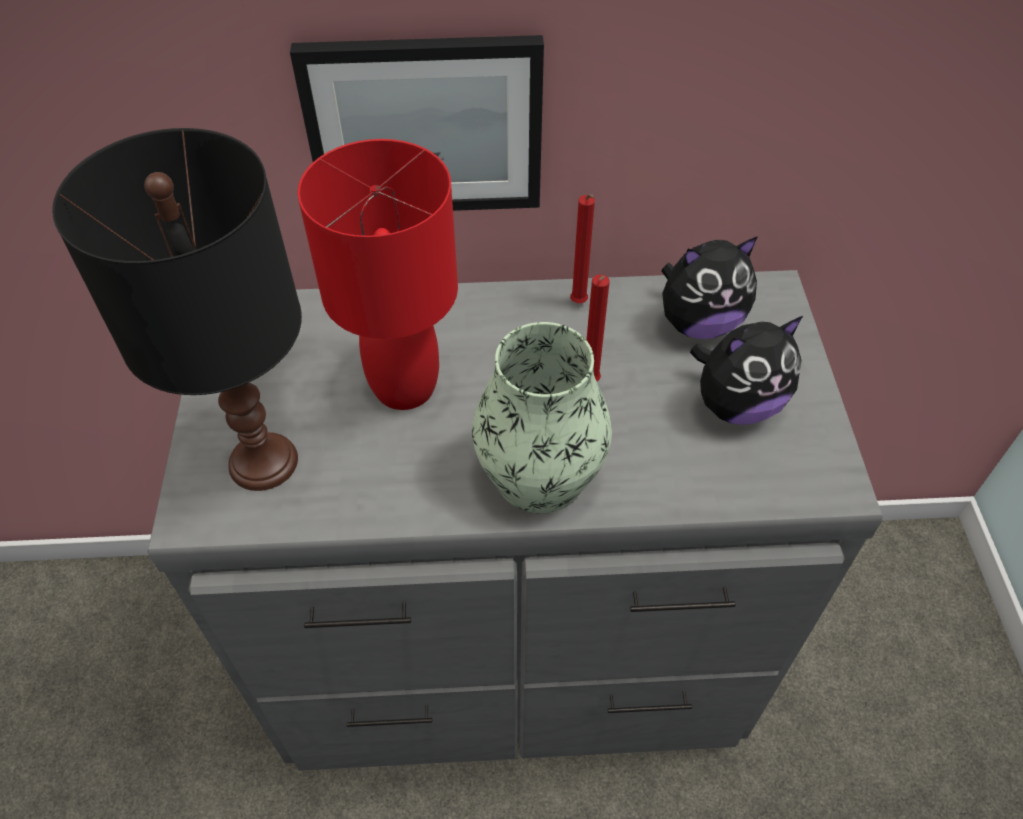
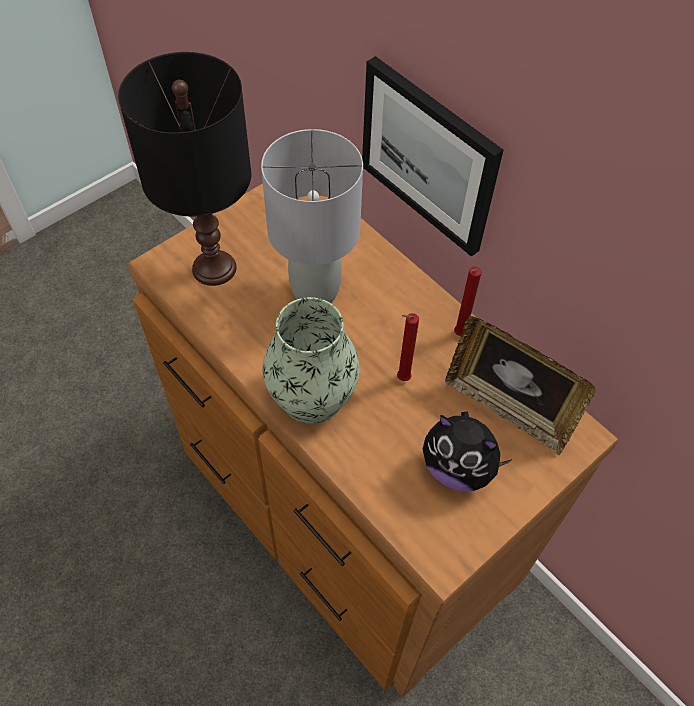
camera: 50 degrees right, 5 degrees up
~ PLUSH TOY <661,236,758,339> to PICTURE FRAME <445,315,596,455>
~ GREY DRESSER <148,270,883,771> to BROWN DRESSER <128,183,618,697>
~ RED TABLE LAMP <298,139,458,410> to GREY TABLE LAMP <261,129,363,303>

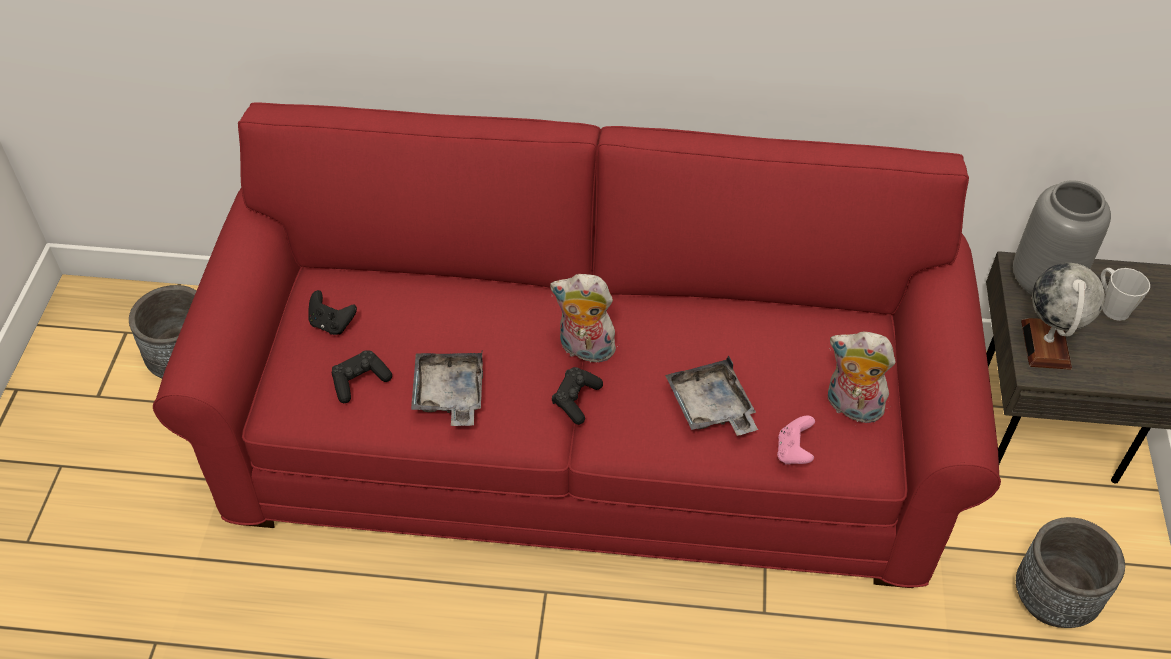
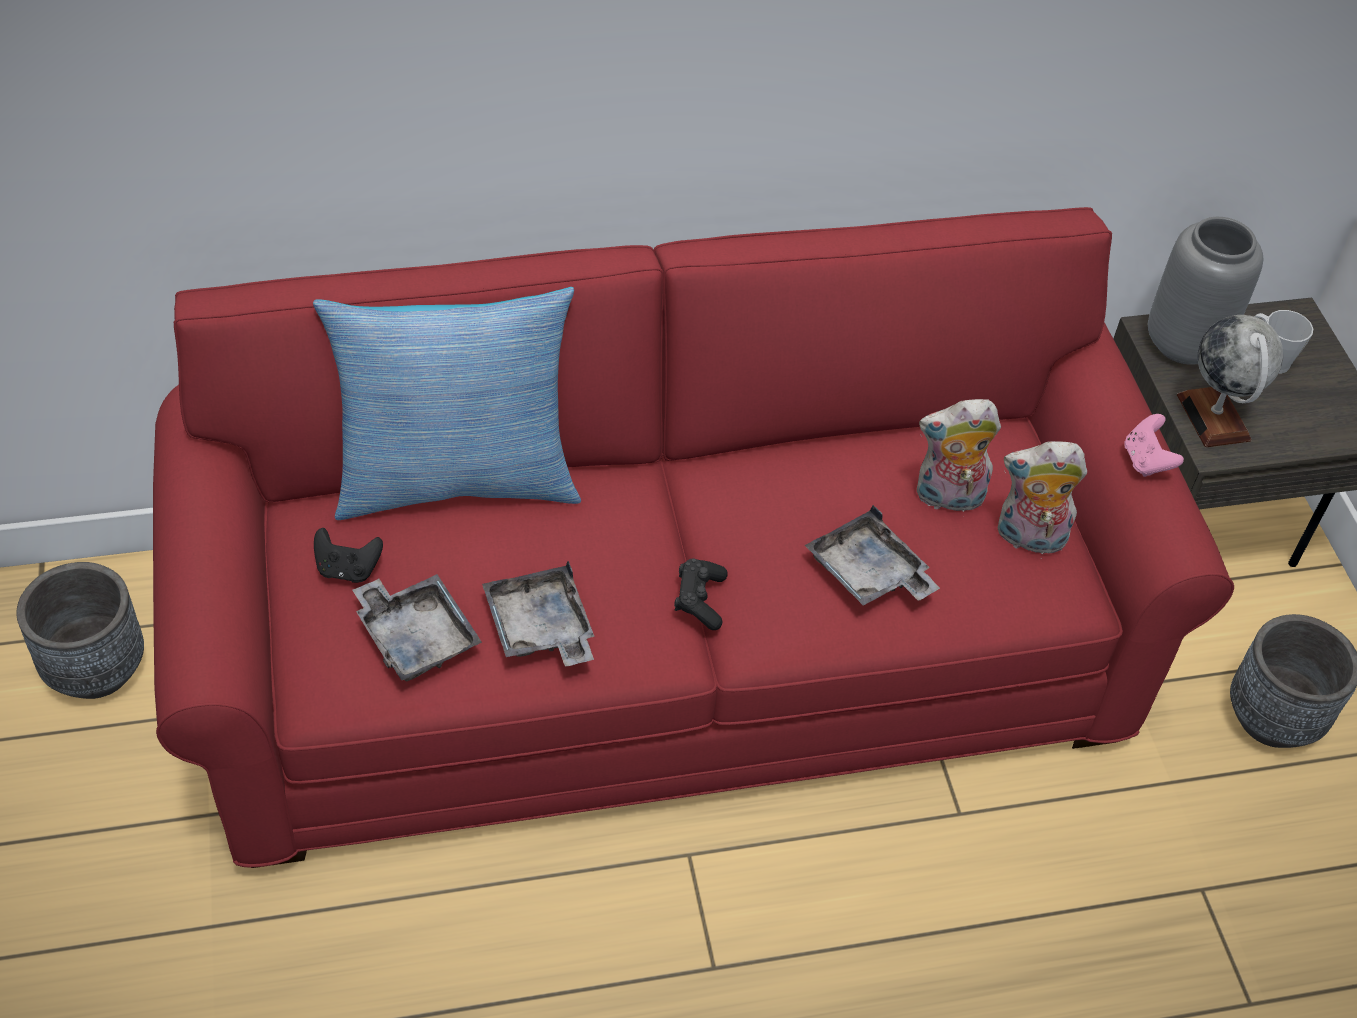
camera: 20 degrees left, 0 degrees up
+ PILLOW <313,287,581,520>
~ PLUSH TOY <550,274,618,363> to <917,399,1001,512>
~ PINK GAME CONTROLLER <777,415,815,465> to <1124,414,1184,477>
~ BLACK GAME CONTROLLER <332,350,392,403> to GREY TRAY <352,574,482,682>

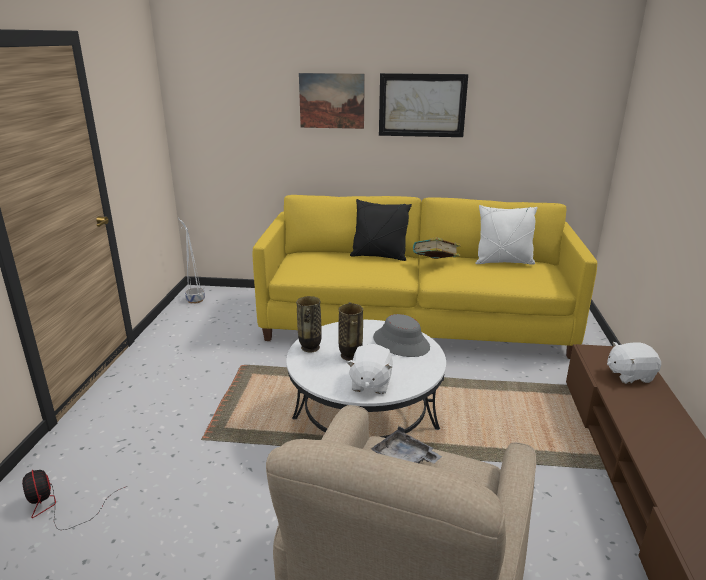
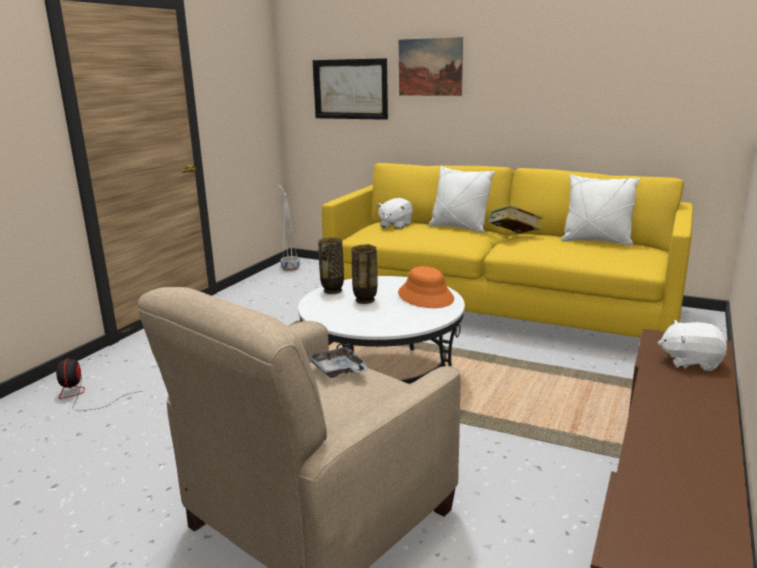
camera: 20 degrees right, 5 degrees down
~ WHITE PLUSH TOY <347,344,393,394> to <377,198,413,229>
~ PICTURE <379,73,468,137> to <313,58,388,120>
~ BLACK PILLOW <350,199,412,261> to WHITE PILLOW <429,166,495,233>
~ GREY HAT <373,314,430,357> to ORANGE HAT <398,266,454,308>

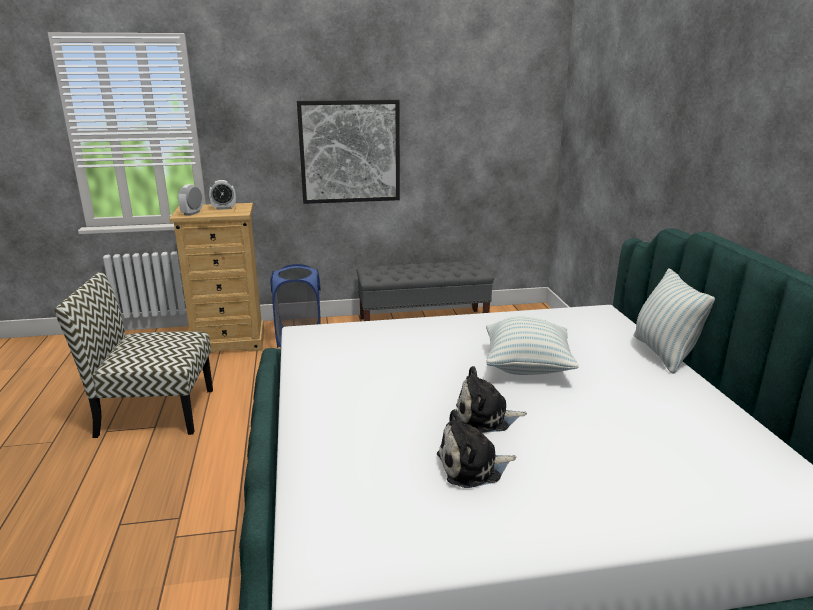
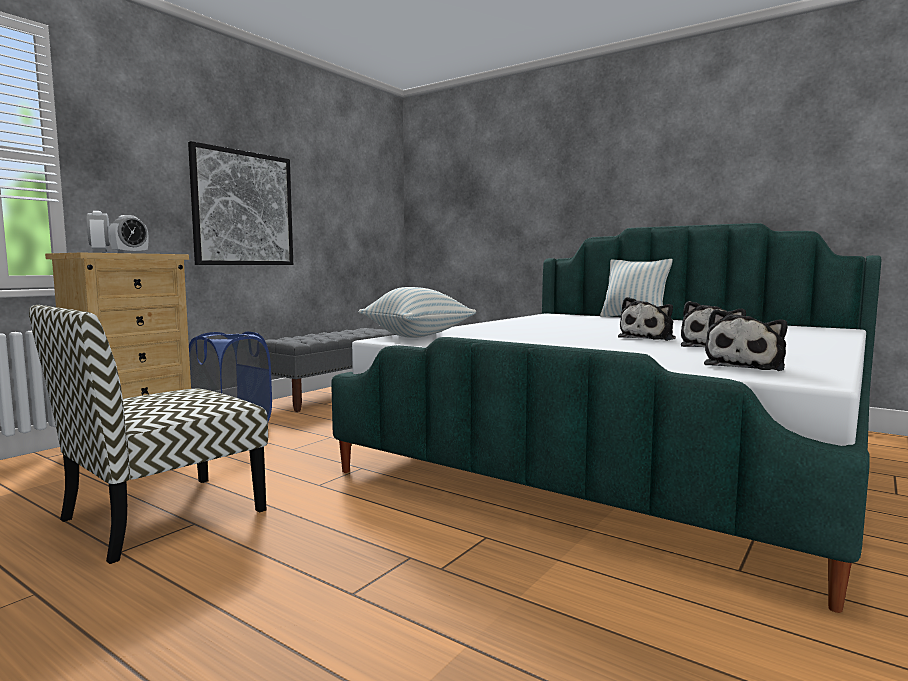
camera: 45 degrees left, 15 degrees down
+ PLUSH TOY <704,309,788,371>
~ PILLOW <486,316,579,375> to <359,287,476,338>

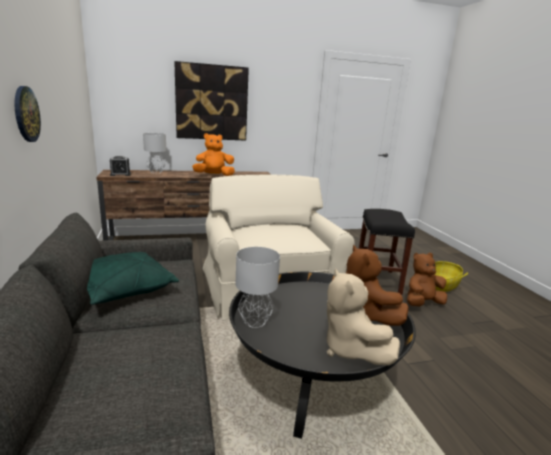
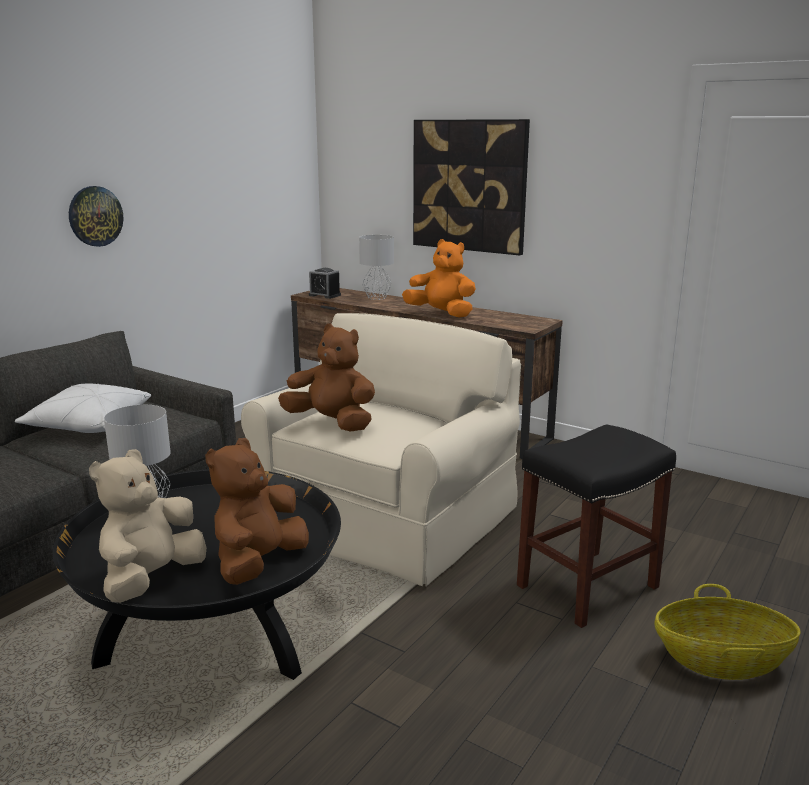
camera: 50 degrees right, 0 degrees up
~ BROWN PLUSH TOY <407,253,447,306> to <278,324,375,432>
~ GREEN PILLOW <87,252,179,305> to WHITE PILLOW <15,384,151,433>

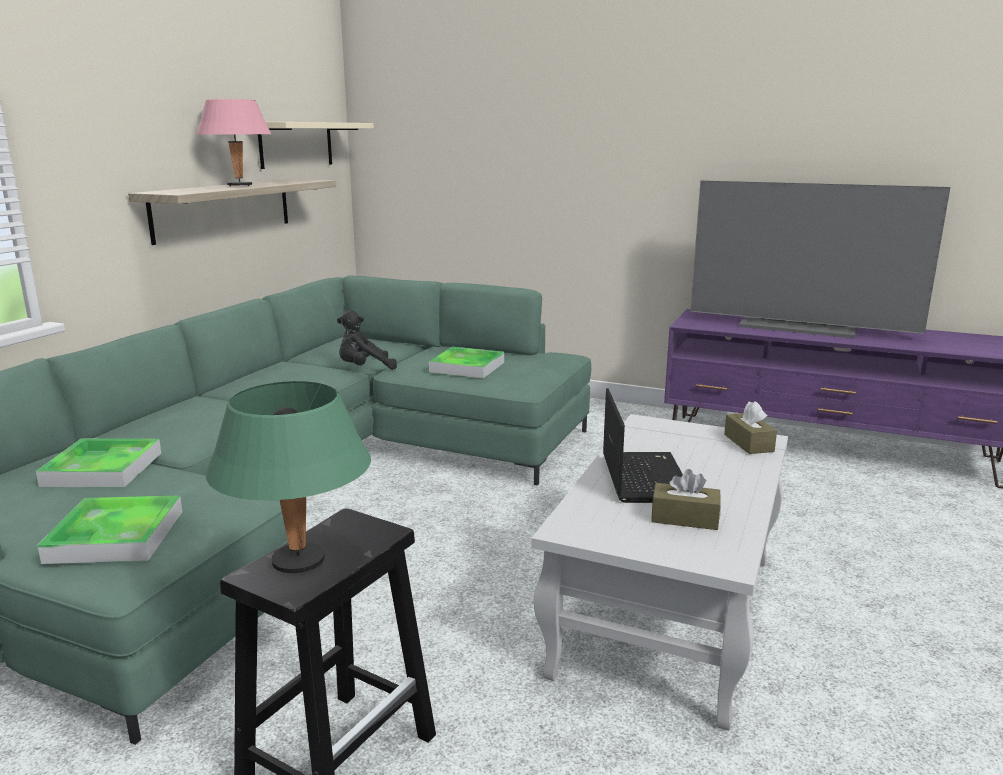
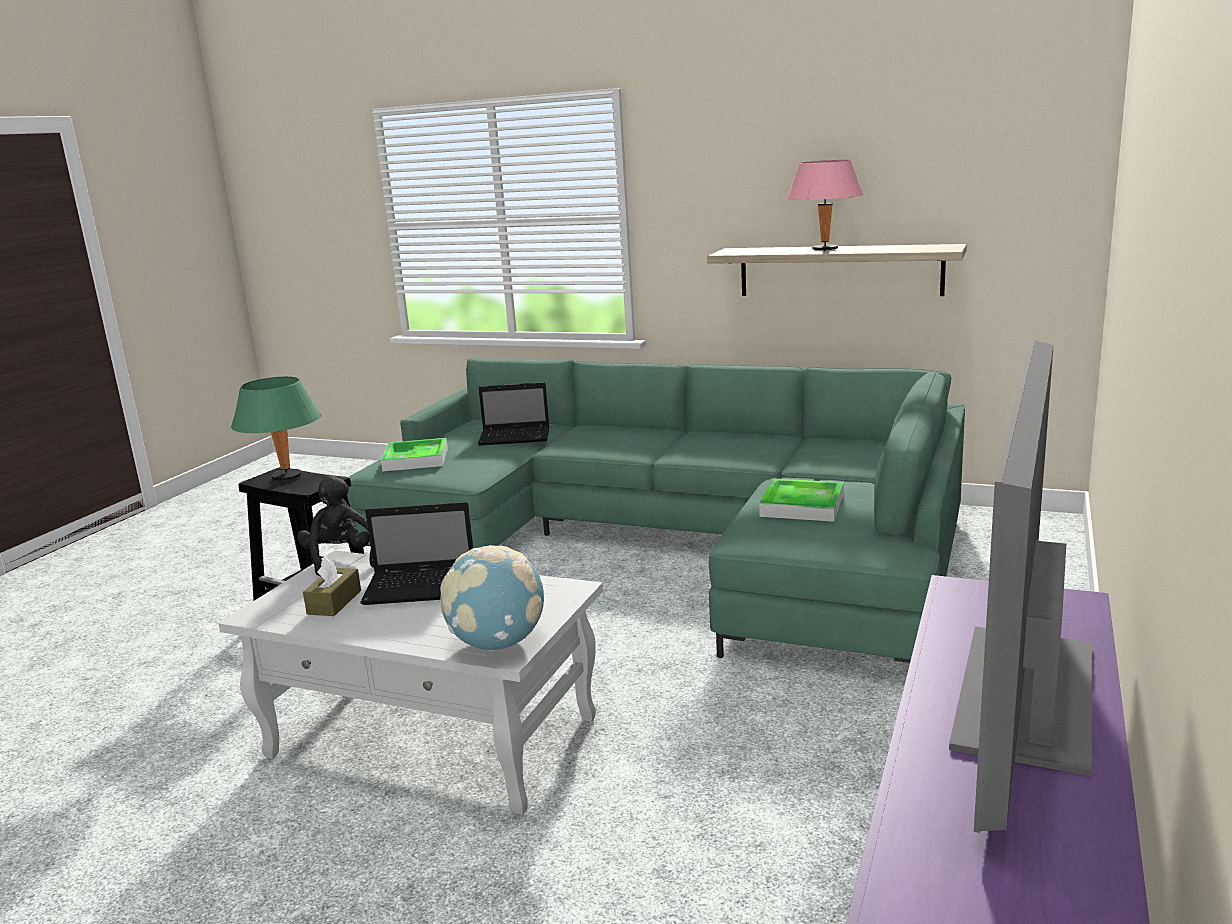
camera: 90 degrees right, 0 degrees up
- BEIGE SHELF <258,122,374,169>
~ BLACK PLUSH TOY <337,310,397,370> to <297,476,374,576>
~ TRAY <36,439,161,487> to LAPTOP <478,382,550,446>
~ BROWN TISSUE BOX <724,401,777,454> to GLOBE <440,545,544,651>

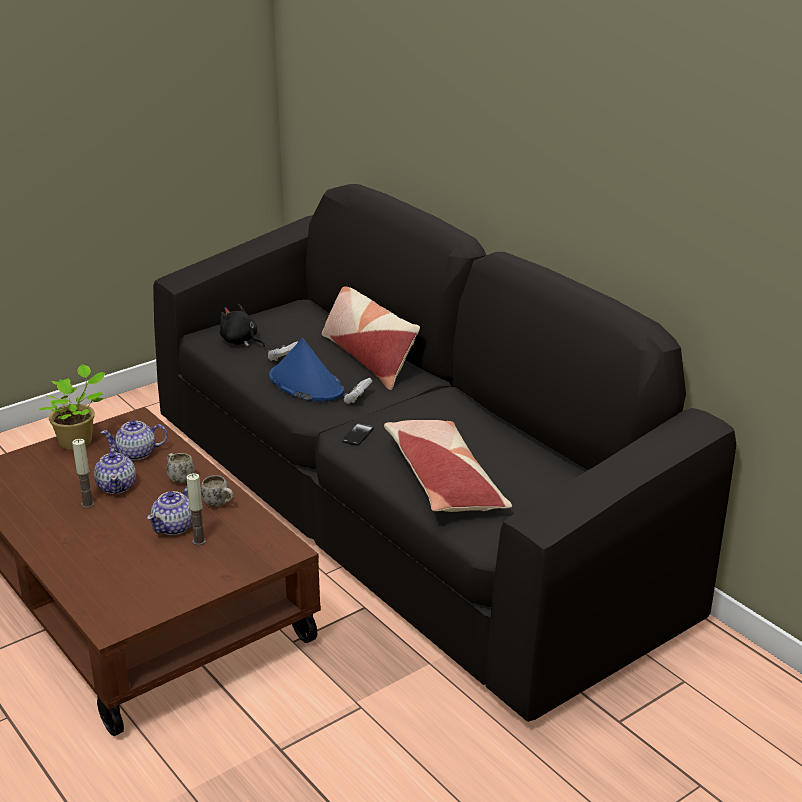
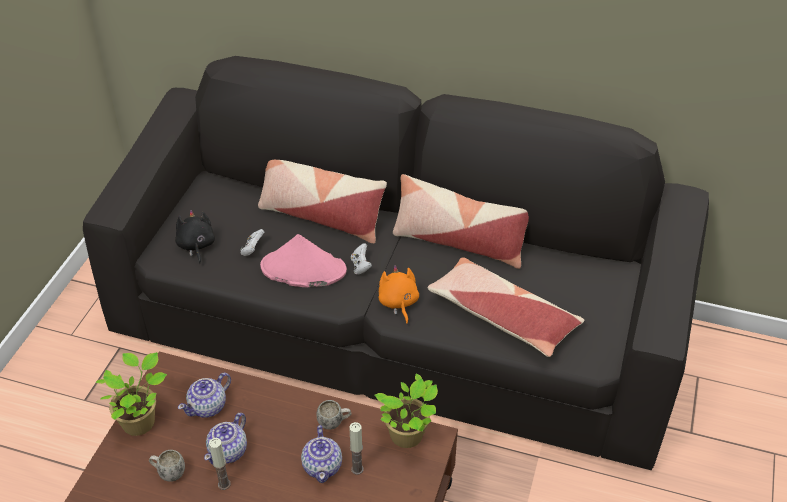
camera: 35 degrees left, 15 degrees up
+ POTTED PLANT <375,373,438,448>
+ PILLOW <393,174,529,269>
~ WHITE MUG <167,453,194,483> to <149,450,185,482>
~ PHONE <342,423,374,446> to ORANGE PLUSH TOY <379,265,419,324>
~ BLUE HAT <269,338,344,401> to PINK HAT <260,234,347,287>
~ TEAPOT <94,446,136,494> = <204,413,247,465> 75 degrees clockwise
~ BLACK PLUSH TOY <220,304,265,347> = <175,210,215,264> 75 degrees clockwise

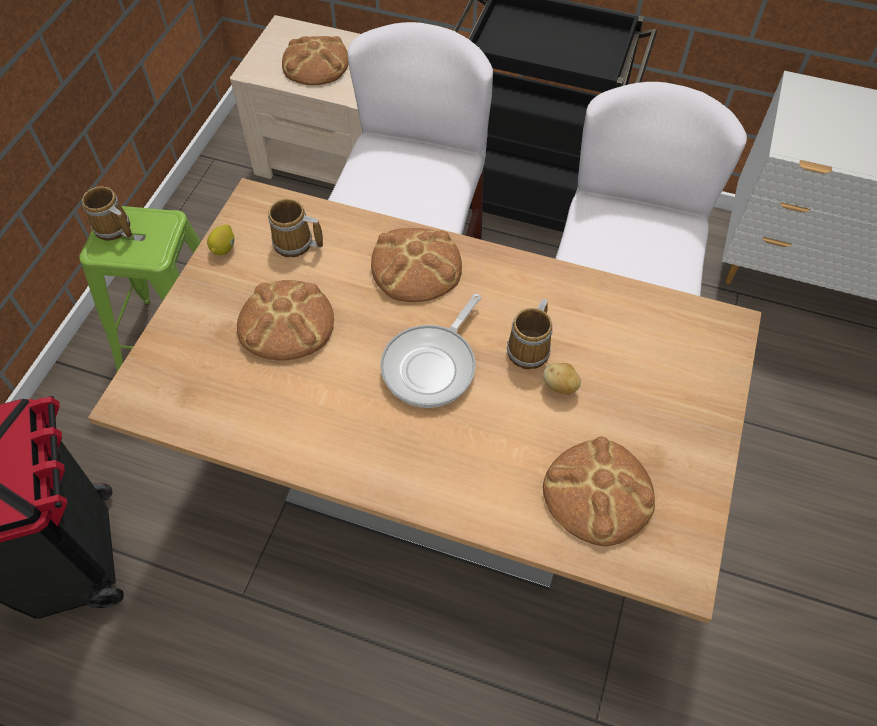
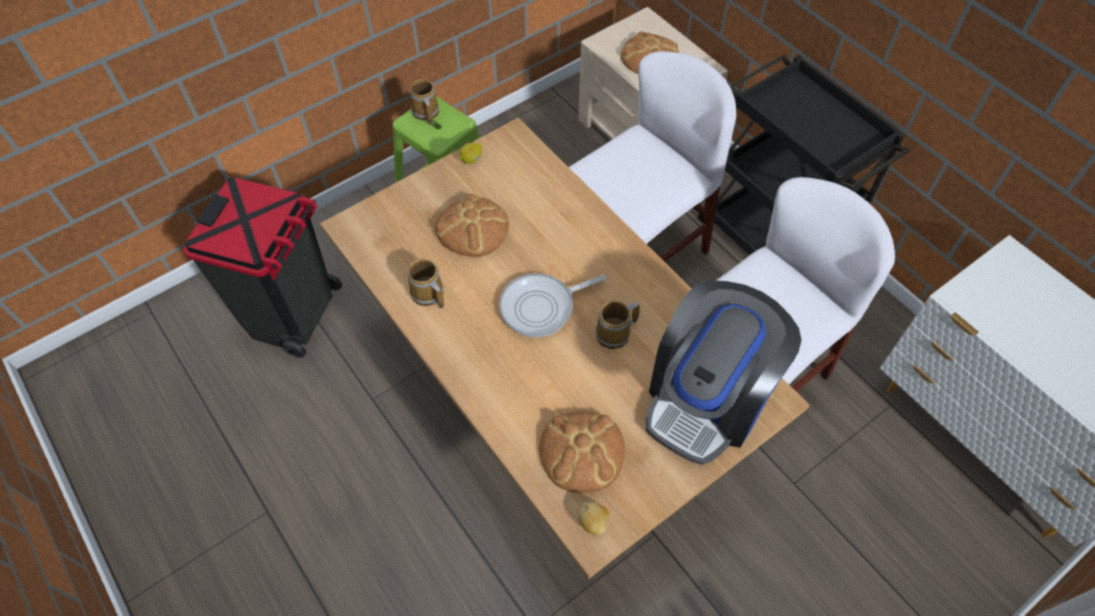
camera: 35 degrees right, 0 degrees up
- BREAD <371,228,462,302>
+ COFFEE MACHINE <646,280,802,465>
~ MUG <268,198,323,257> to <407,259,444,308>
~ POTATO <543,363,581,394> to <578,501,609,535>

